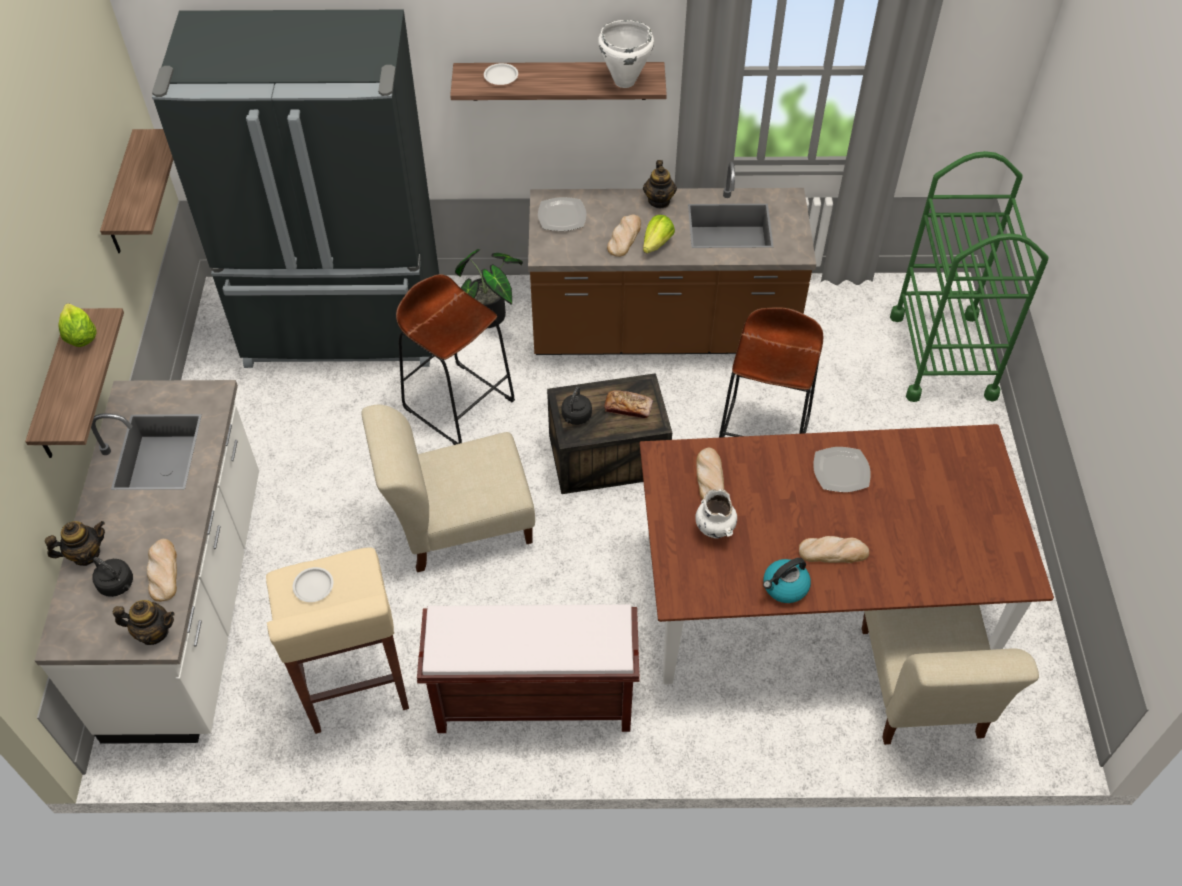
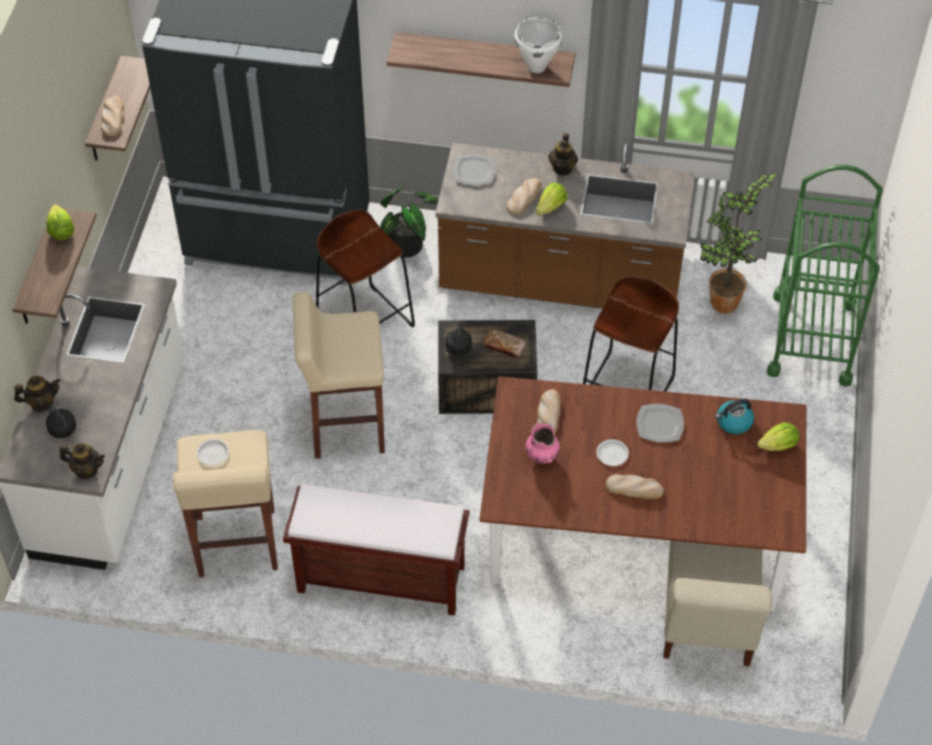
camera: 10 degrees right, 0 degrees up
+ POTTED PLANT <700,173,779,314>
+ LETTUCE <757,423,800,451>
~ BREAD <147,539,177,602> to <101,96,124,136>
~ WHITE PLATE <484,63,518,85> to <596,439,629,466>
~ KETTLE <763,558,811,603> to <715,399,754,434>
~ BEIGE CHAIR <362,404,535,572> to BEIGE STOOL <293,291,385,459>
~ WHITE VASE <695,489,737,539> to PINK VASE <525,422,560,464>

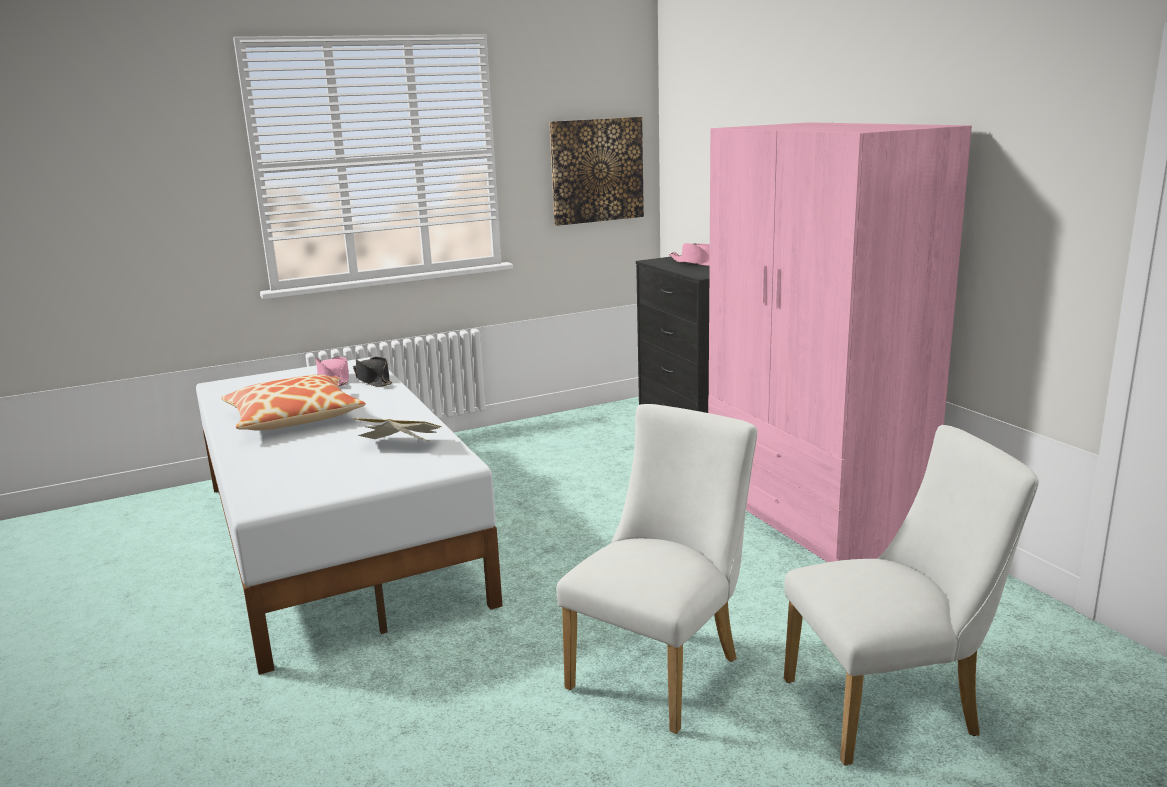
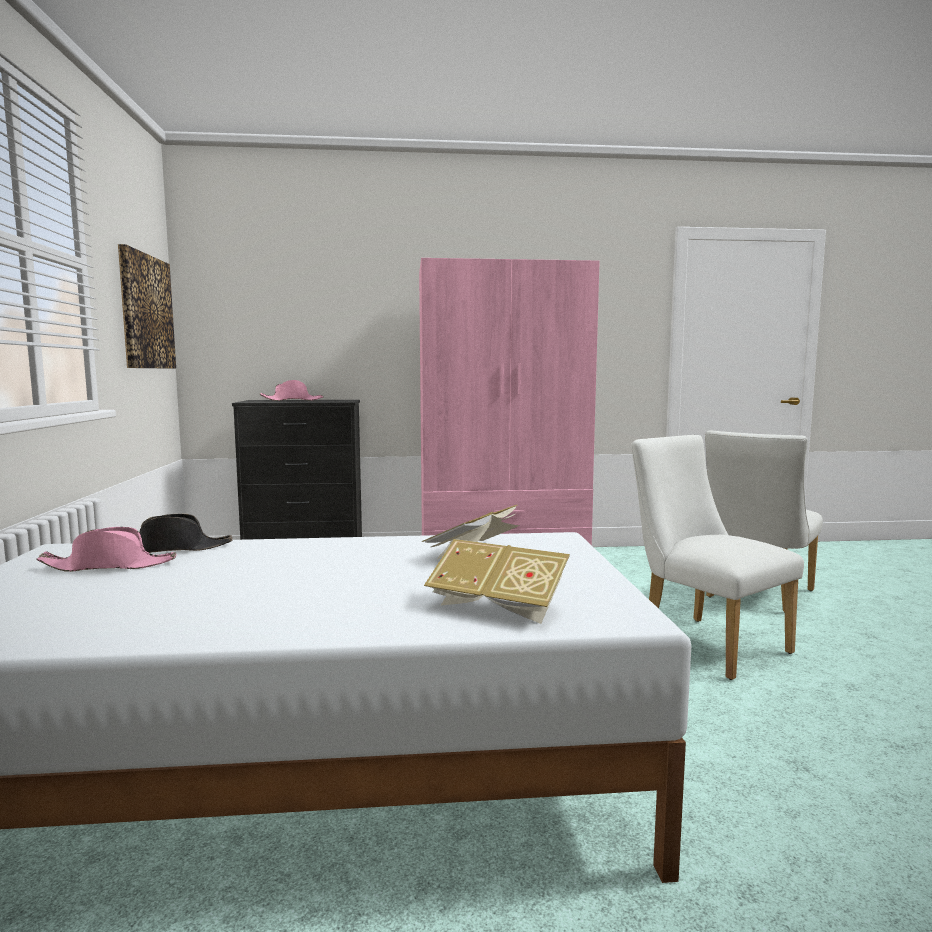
camera: 70 degrees left, 10 degrees down
- PILLOW <221,375,366,431>
+ BOOK <424,539,570,624>
~ WHITE CHAIR <784,425,1039,766> = <705,431,823,613> 150 degrees counterclockwise

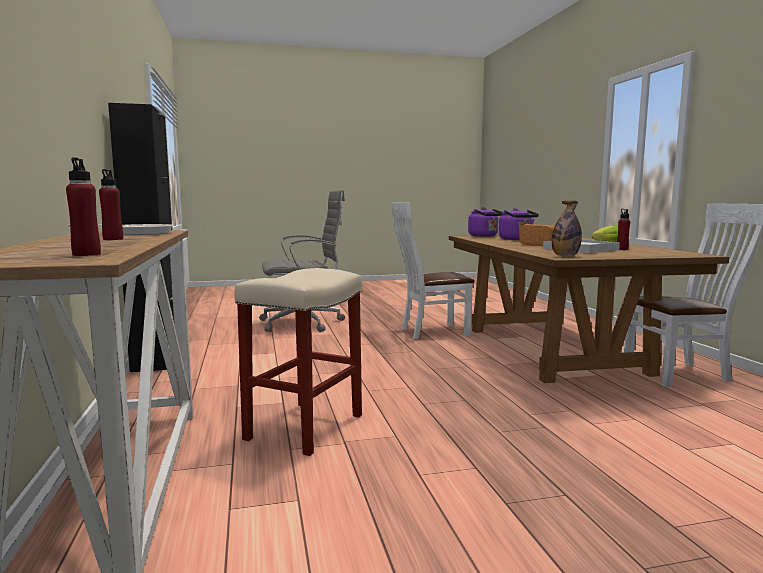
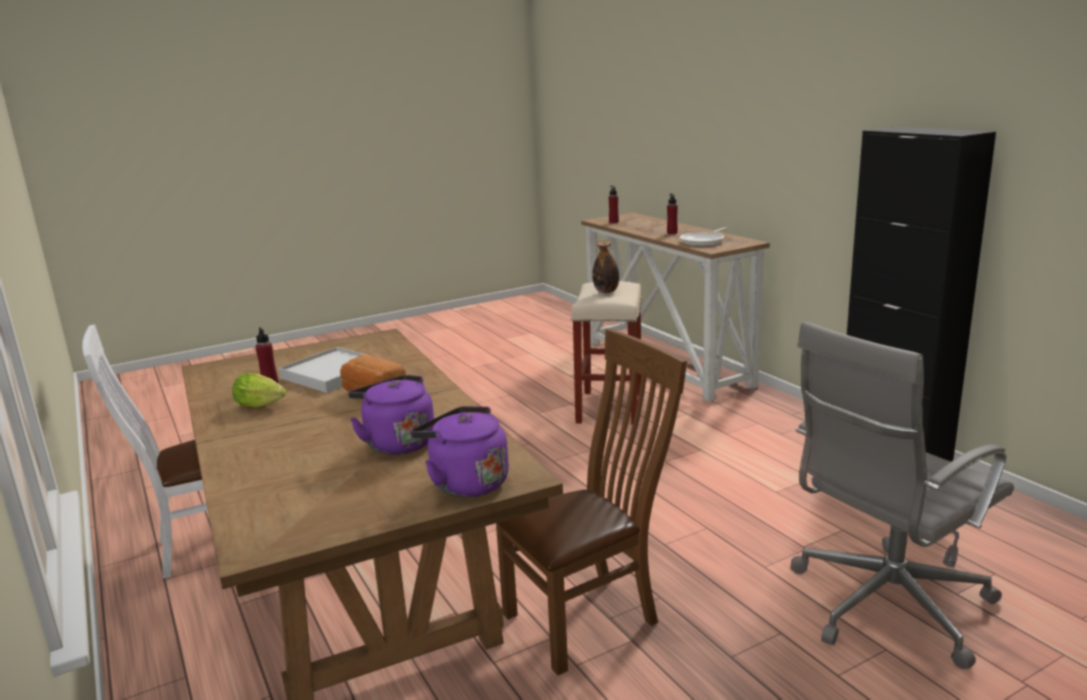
camera: 165 degrees right, 10 degrees up
~ BOTTLE <552,201,582,256> to <592,240,619,293>
~ WHITE CHAIR <391,202,475,339> to BROWN CHAIR <496,329,687,676>

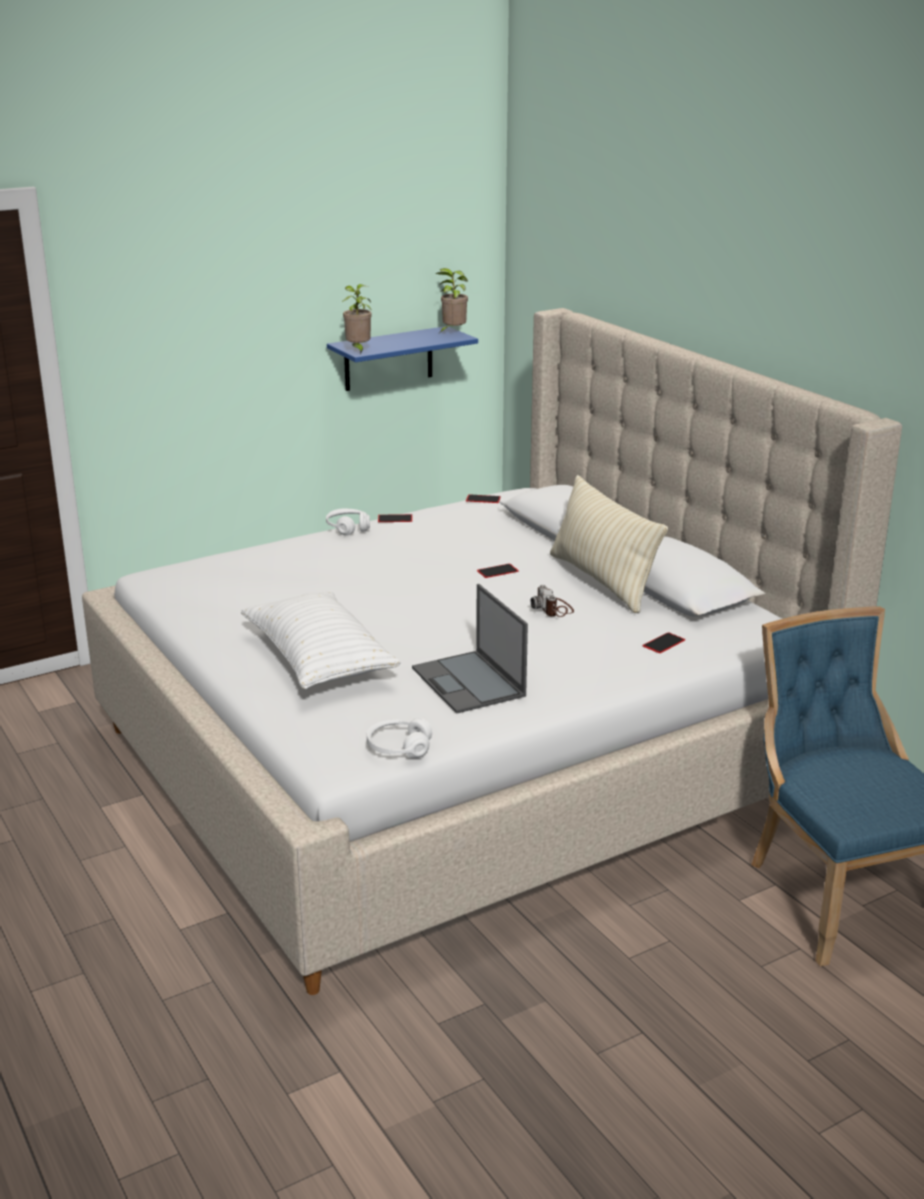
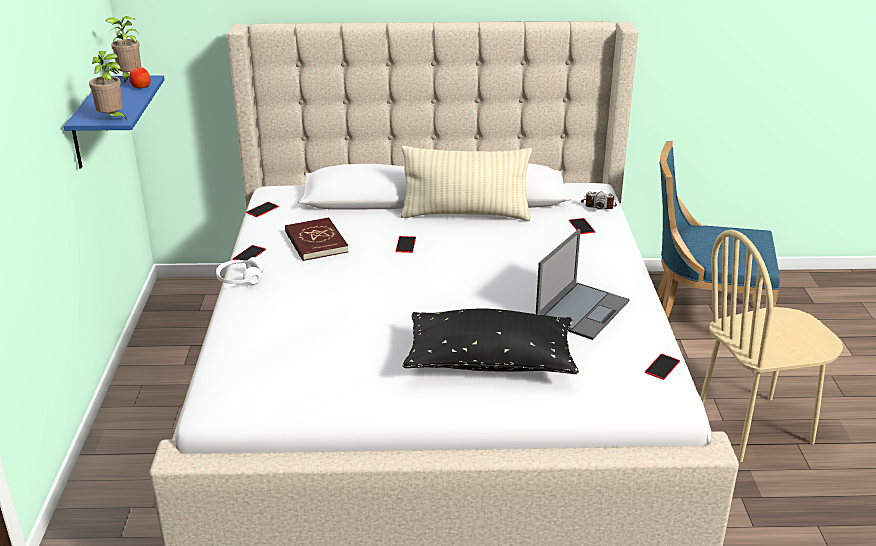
camera: 60 degrees left, 5 degrees up
+ APPLE <129,67,151,88>
+ RED BOOK <285,217,349,261>
+ BEIGE CHAIR <700,230,843,462>
~ PHOTO CAMERA <531,585,574,617> to <581,191,617,210>
~ WHITE HEADPHONES <367,718,432,758> to PHONE <645,354,680,380>
~ WHITE PILLOW <241,591,401,690> to BLACK PILLOW <403,308,579,374>
~ LAPTOP <412,584,528,714> = <536,229,630,340> 60 degrees counterclockwise

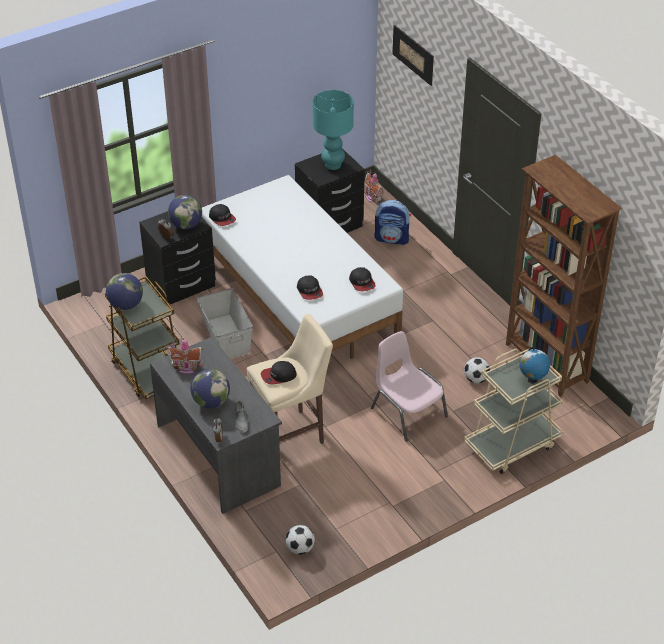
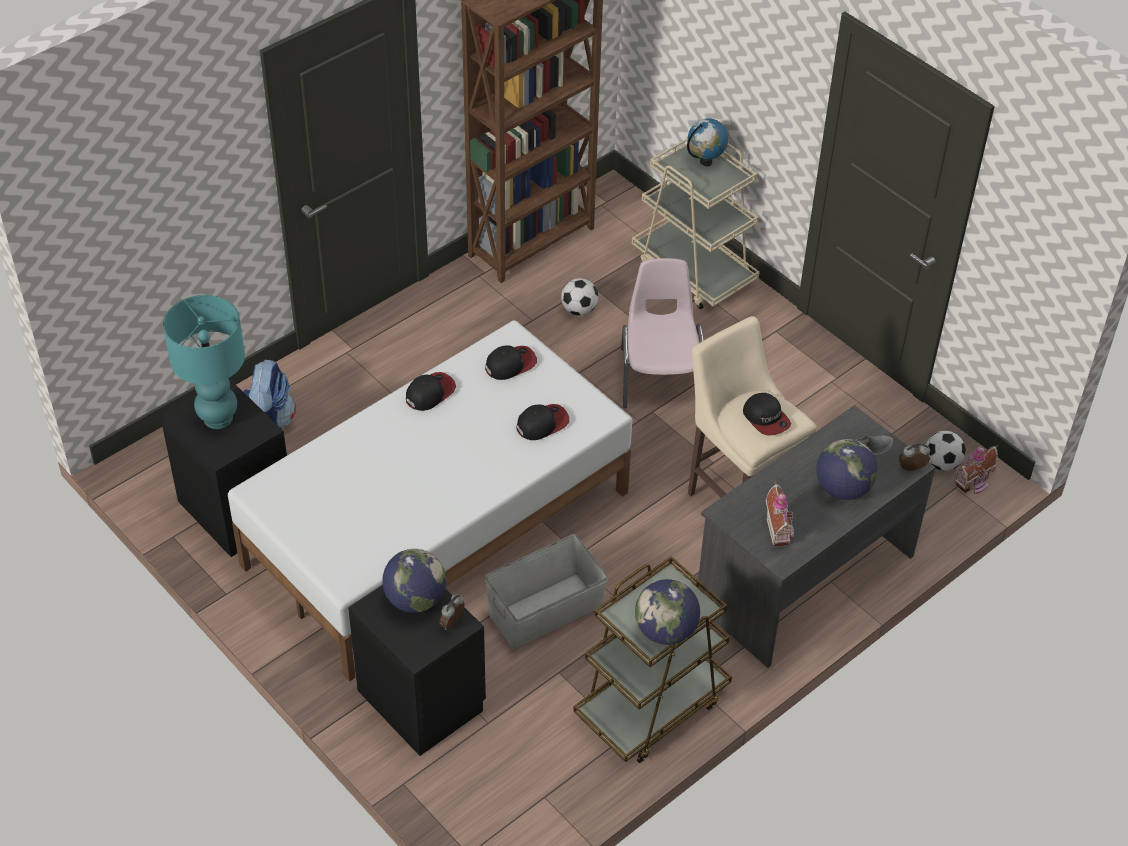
camera: 100 degrees left, 5 degrees up
- PICTURE <393,25,434,86>
~ CAP <209,204,236,226> to <406,372,456,411>
~ TOY HOUSE <365,169,384,202> to <955,445,998,494>
~ PINK CHAIR <371,331,448,442> = <621,258,704,408> 135 degrees clockwise

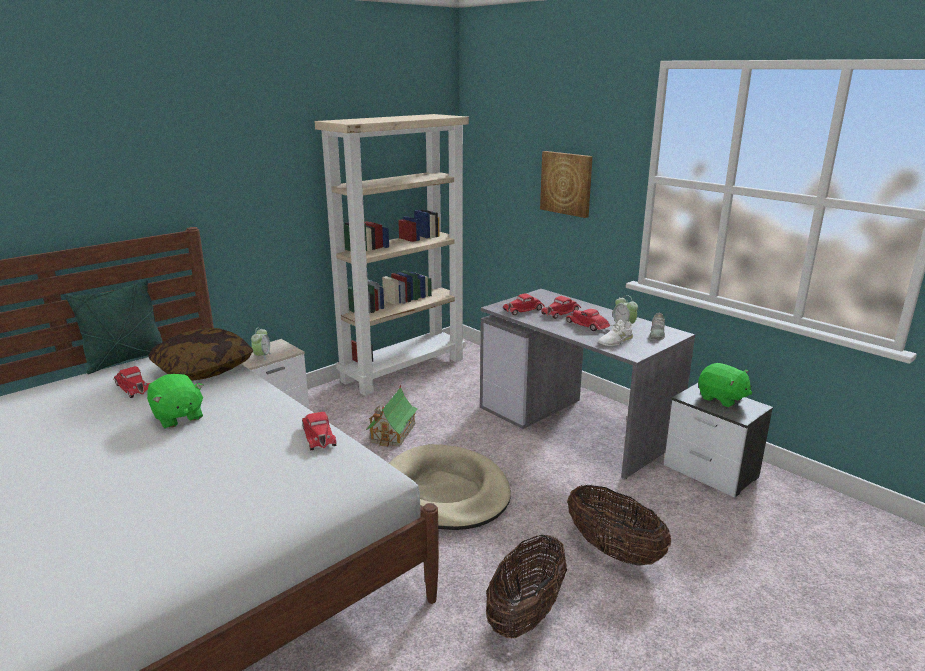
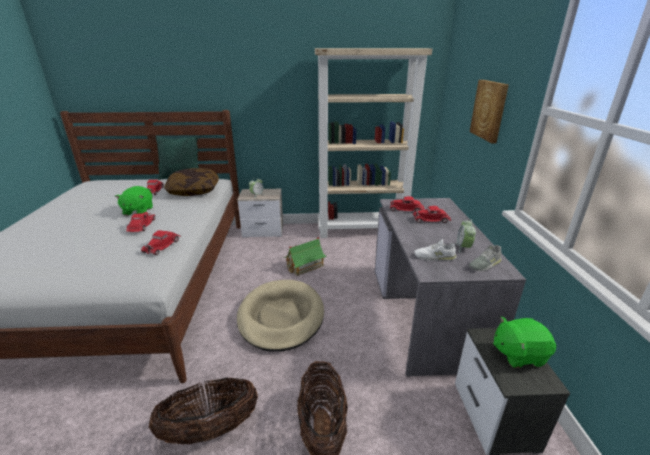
camera: 40 degrees right, 5 degrees up
~ RED TOY CAR <566,309,610,331> to <126,212,155,232>
~ GREEN PLUSH TOY <698,363,752,407> = <493,316,556,368> 90 degrees clockwise

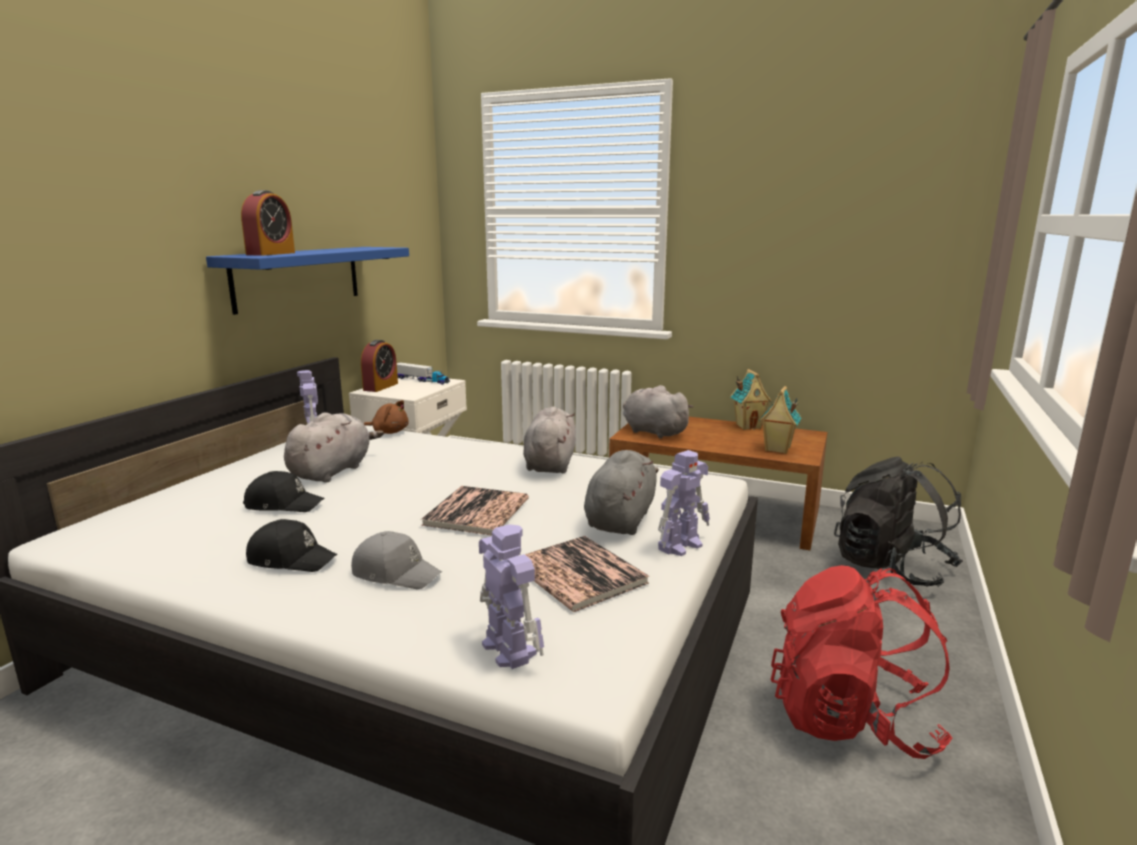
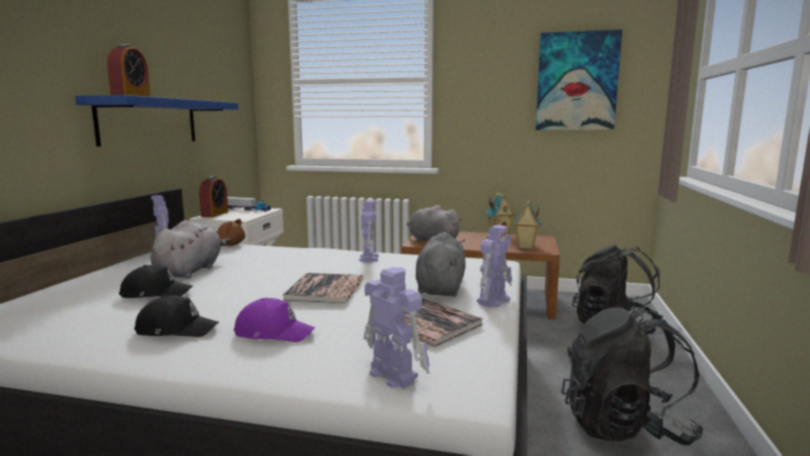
camera: 10 degrees left, 5 degrees down
+ PICTURE <536,29,622,130>
~ GREY PLUSH TOY <523,406,576,473> to TOY ROBOT <359,200,379,262>
~ GREY CAP <351,531,442,589> to PURPLE CAP <234,298,315,342>
~ RED BACKPACK <771,565,953,759> to BLACK BACKPACK <562,307,704,445>

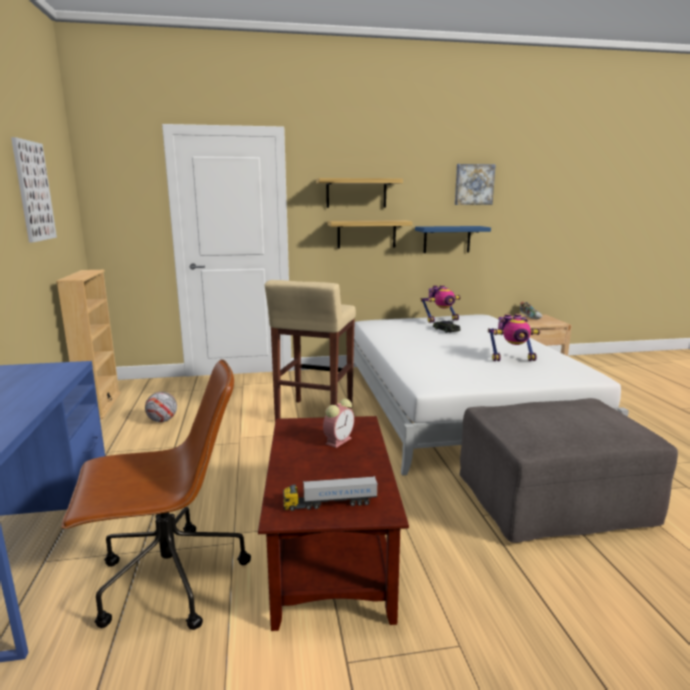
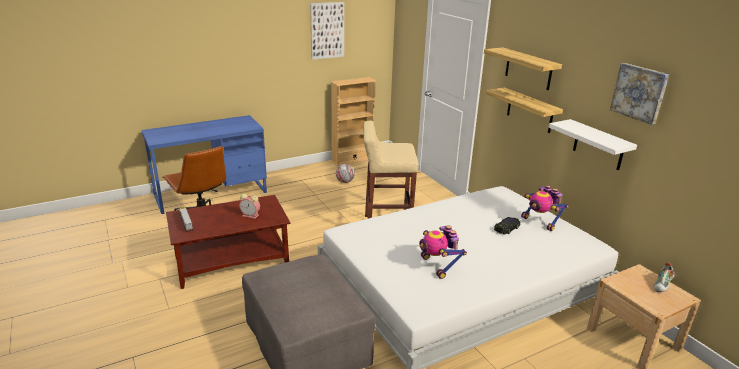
camera: 70 degrees right, 10 degrees up
~ BLUE SHELF <415,226,491,253> to WHITE SHELF <549,119,637,170>

